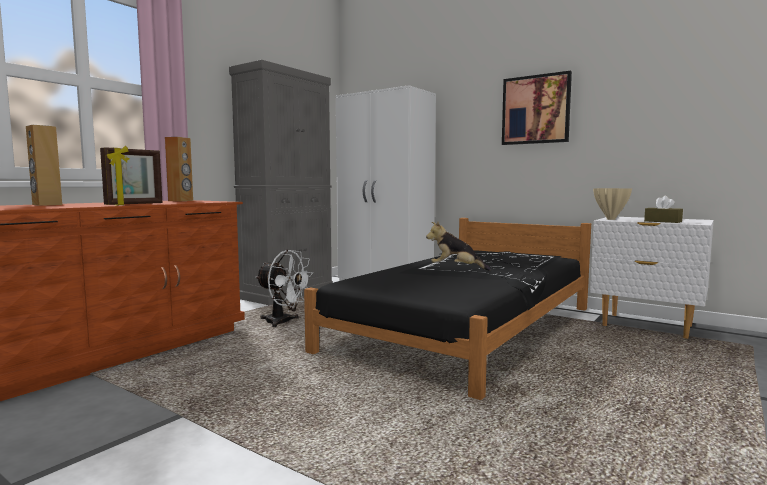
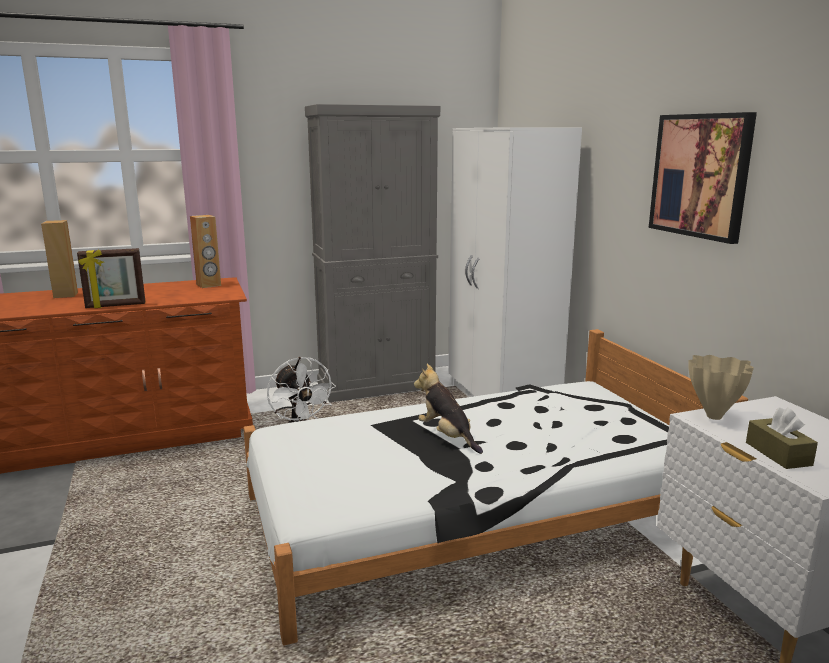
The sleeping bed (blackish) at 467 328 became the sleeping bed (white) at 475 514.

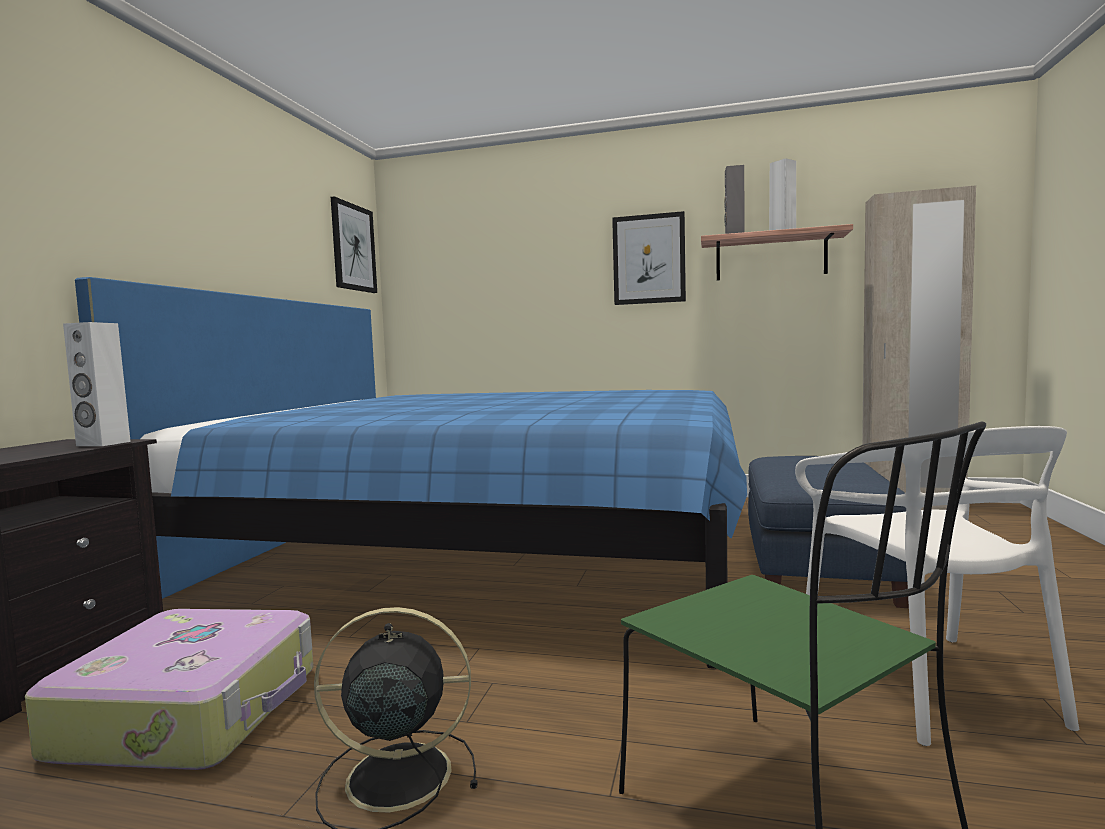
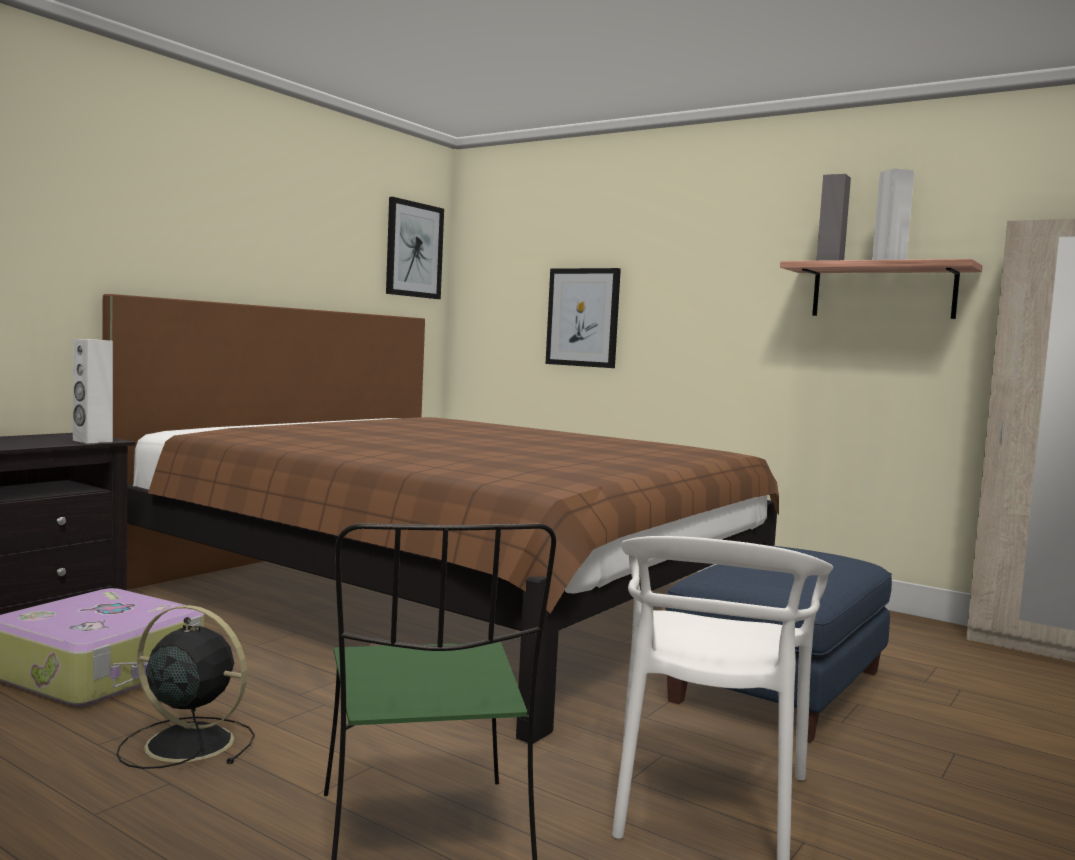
The wall picture moved from 649 259 to 583 317.
The sleeping bed (blue-coloured) at 482 551 became the sleeping bed (brownish) at 450 598.

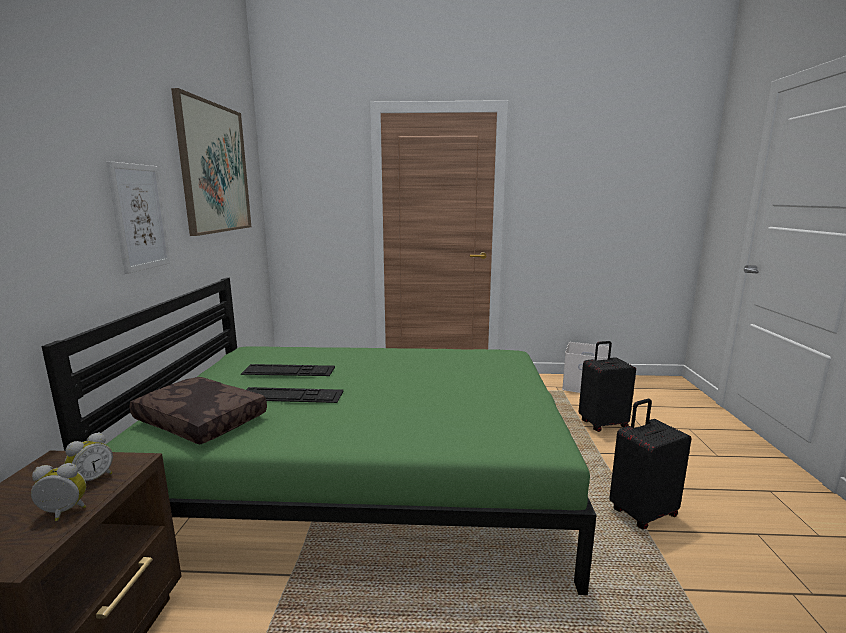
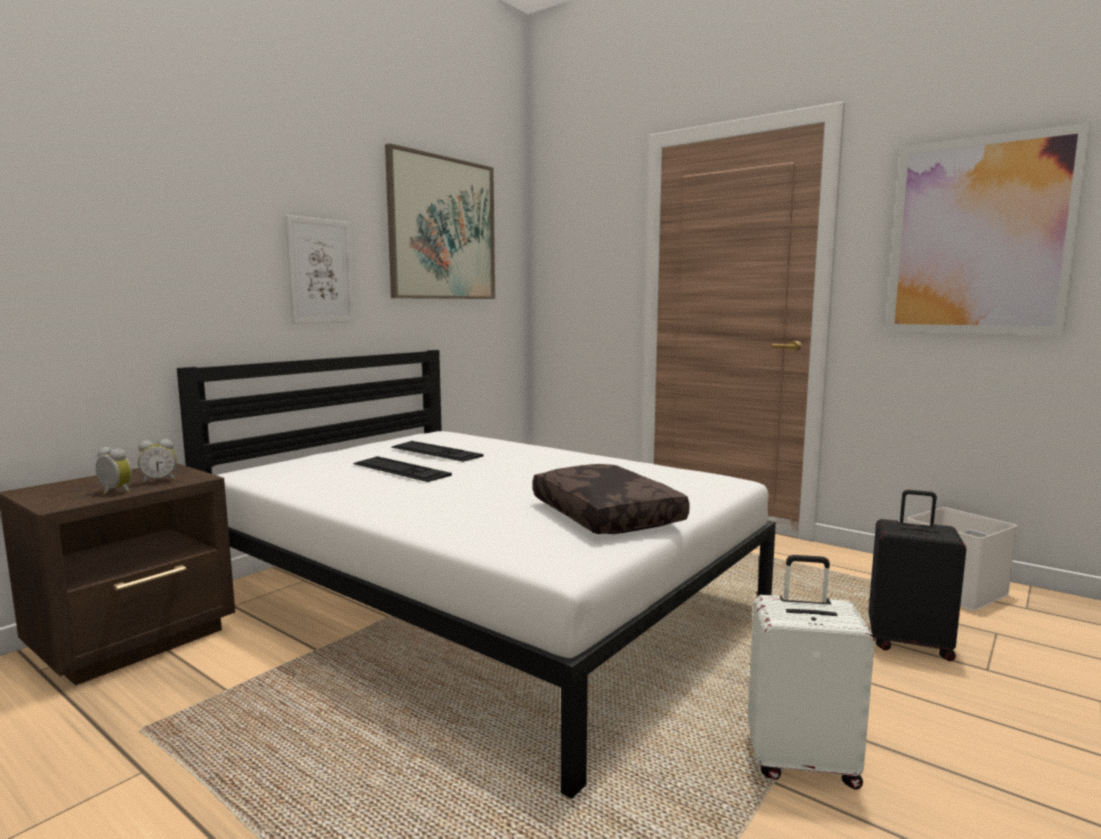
The sleeping bed (green-coloured) at 363 480 became the sleeping bed (white) at 480 601.
The cushion (brownish) moved from 198 421 to 603 515.
The piece of luggage (blackish) at 642 512 became the piece of luggage (white) at 801 761.
The wall picture at 979 237 appeared.

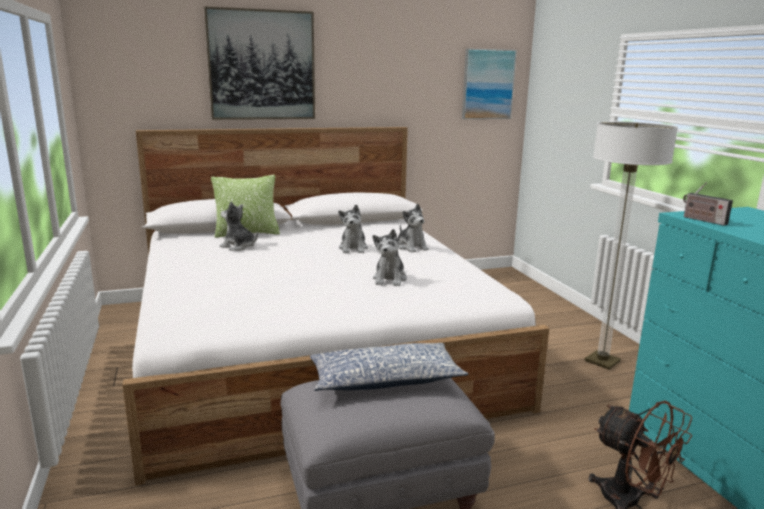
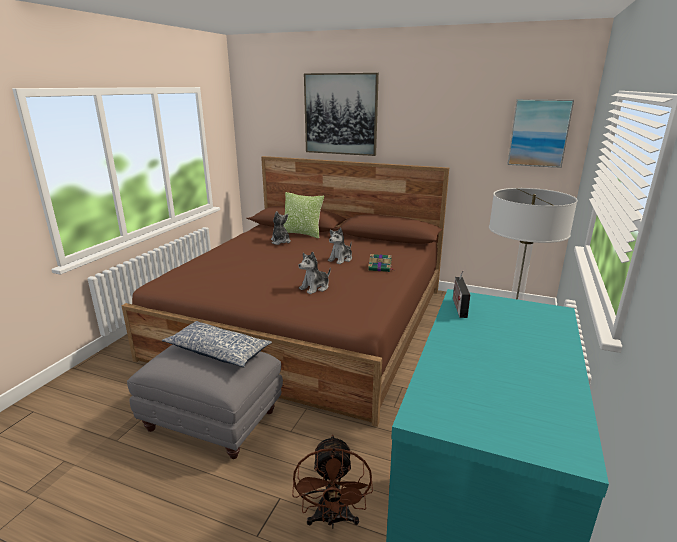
The sleeping bed (white) at 313 346 became the sleeping bed (brownish) at 308 321.
The plush toy at 411 247 was replaced by the bound book at 380 268.

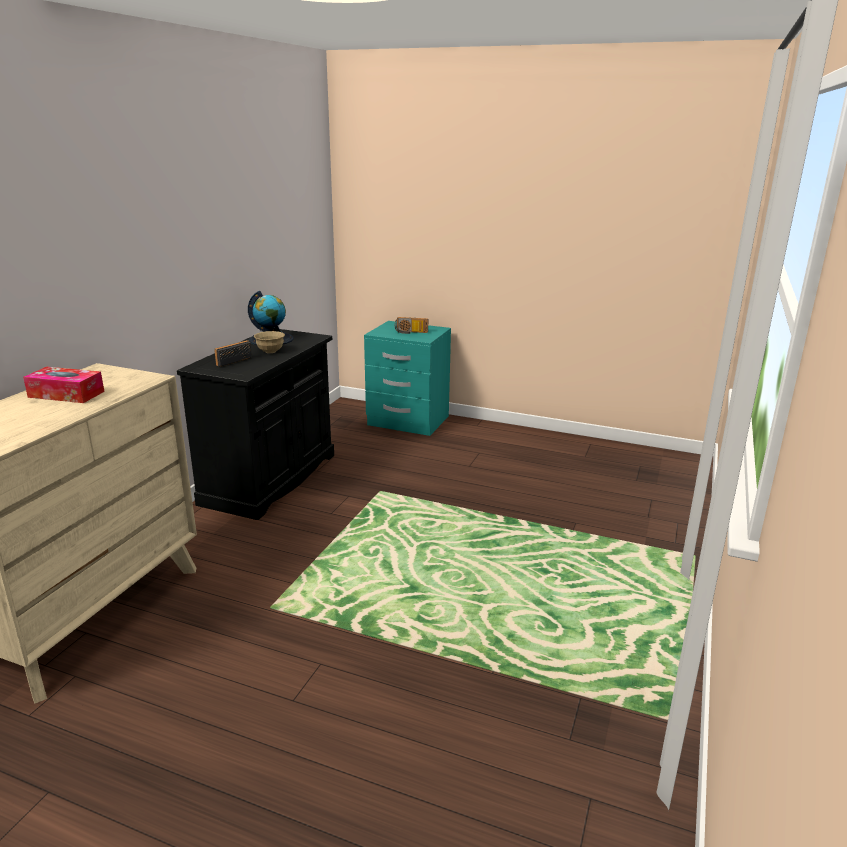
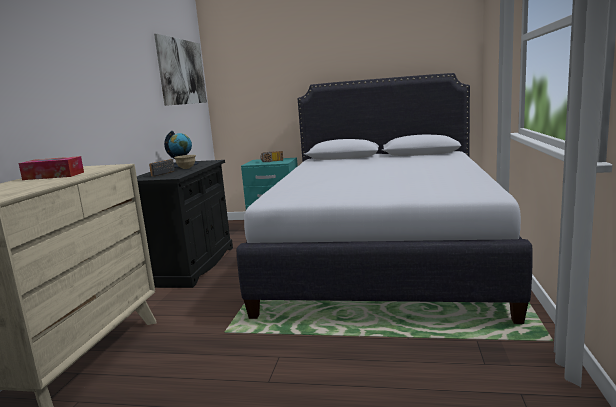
The wall picture at 182 72 appeared.
The sleeping bed (white) at 382 255 appeared.

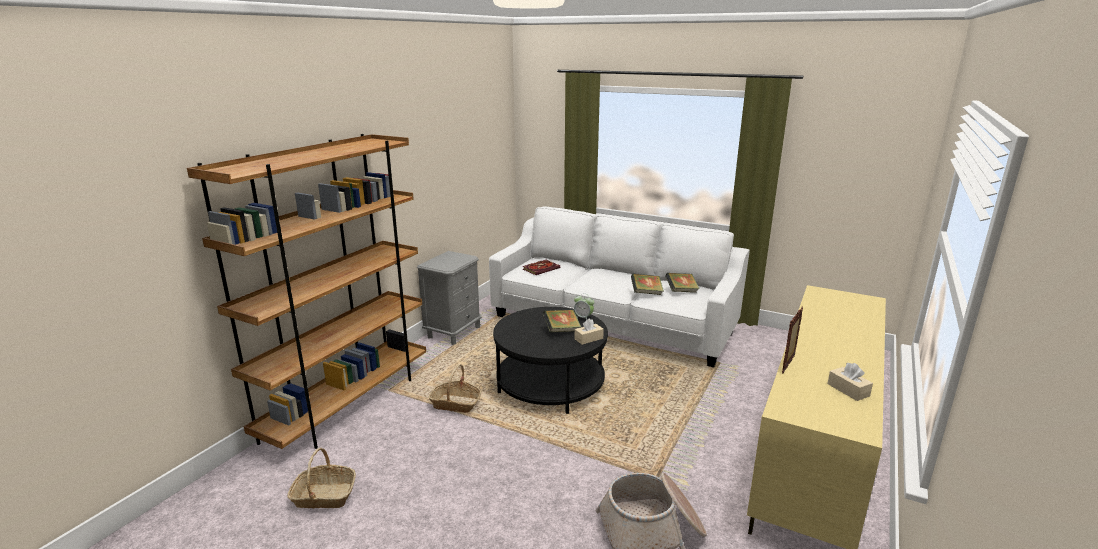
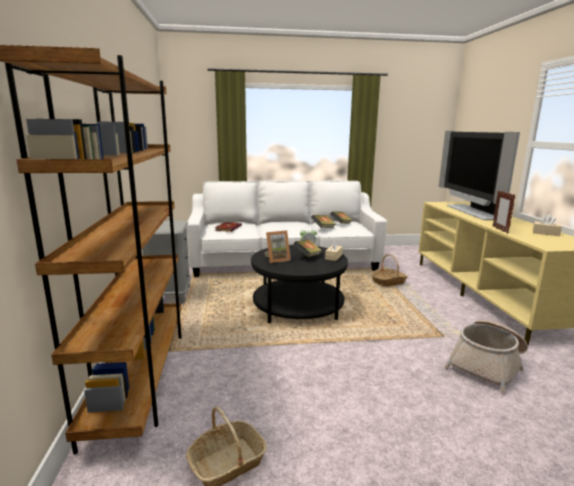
The storage basket moved from 456 404 to 388 282.
The television at 472 212 appeared.
The photo frame at 277 259 appeared.

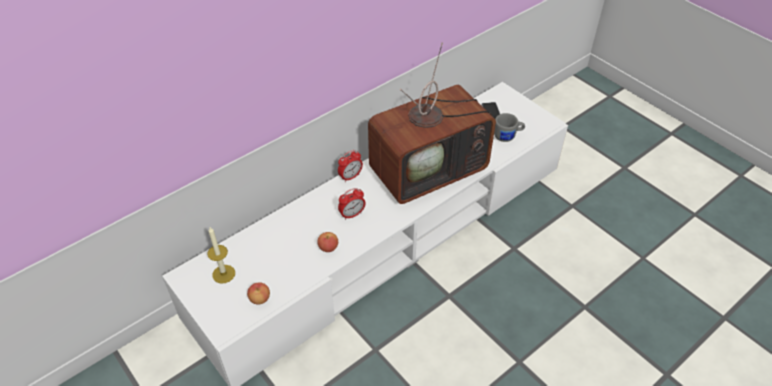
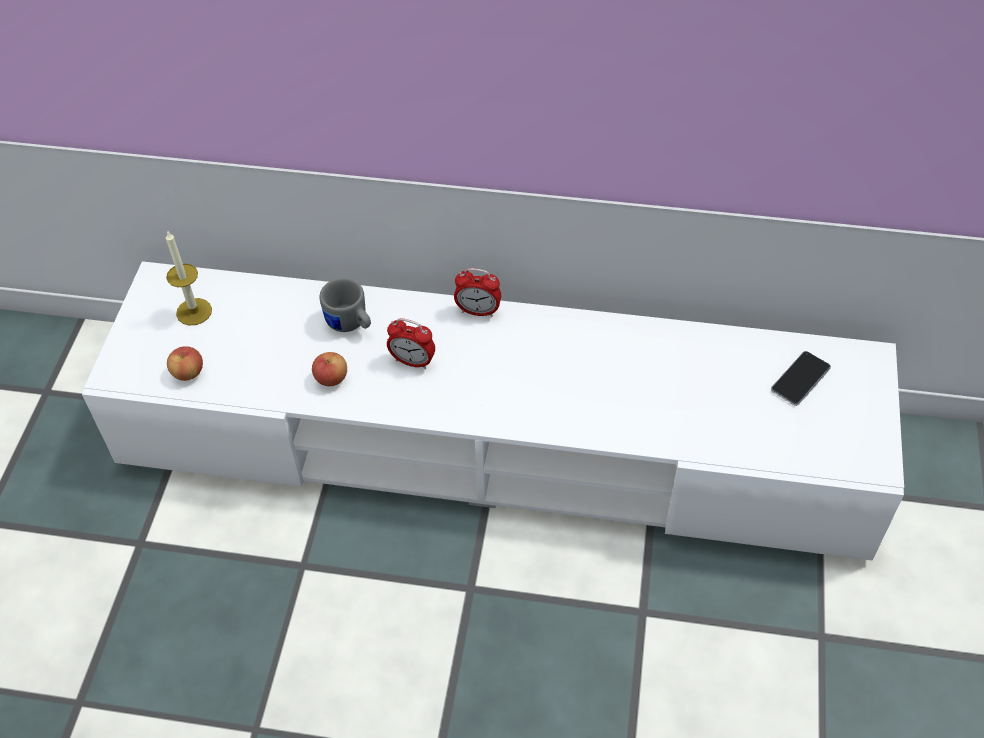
The television at 429 169 disappeared.
The coffee mug (greyish) moved from 508 136 to 350 324.

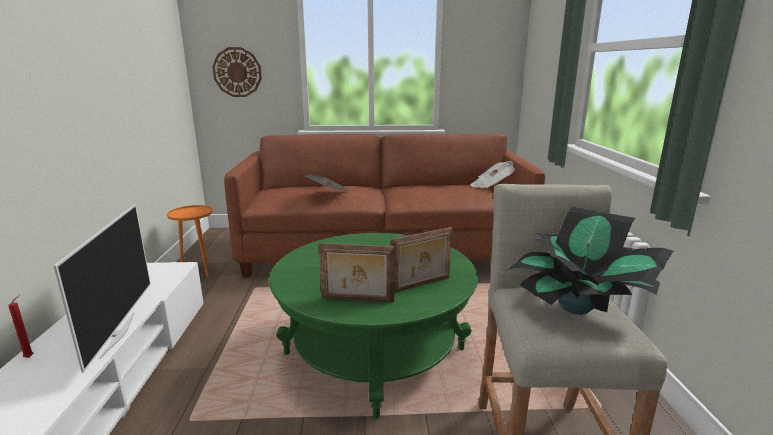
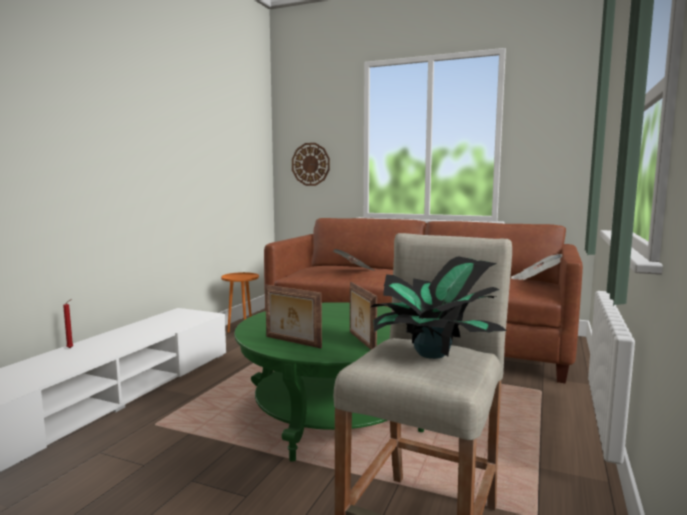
The television at 117 334 disappeared.
The photo frame at 421 285 turned 75 degrees clockwise.

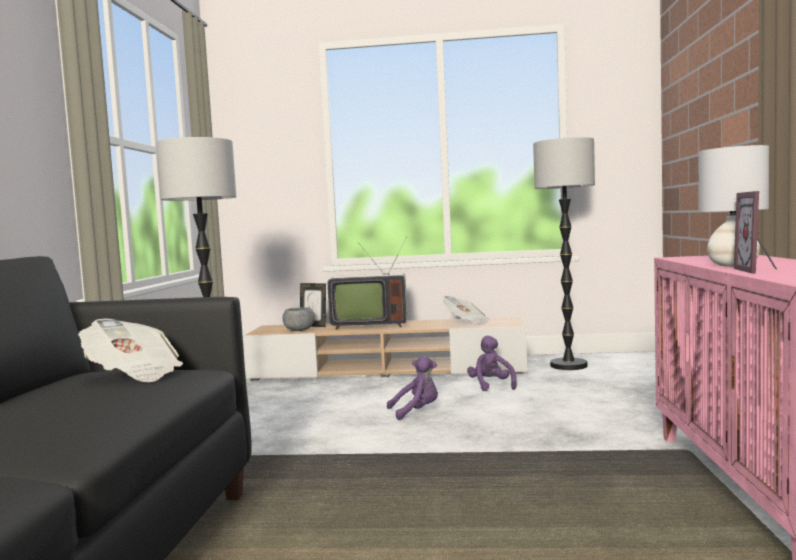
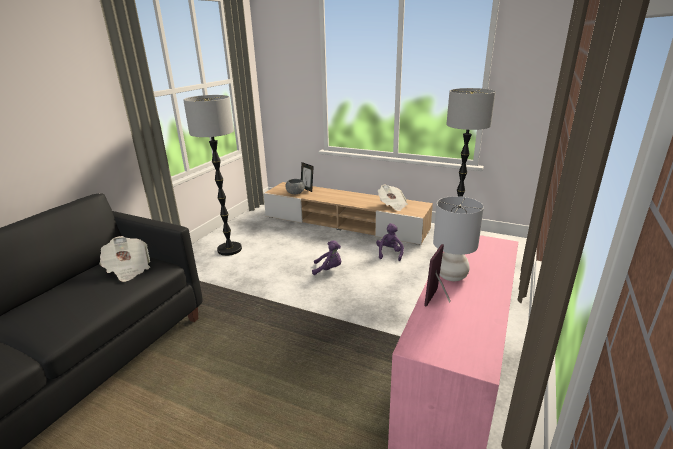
The television at 368 325 disappeared.

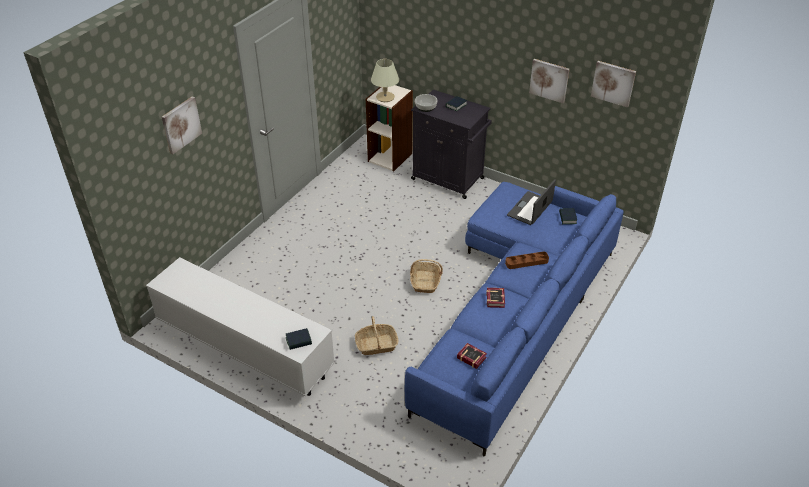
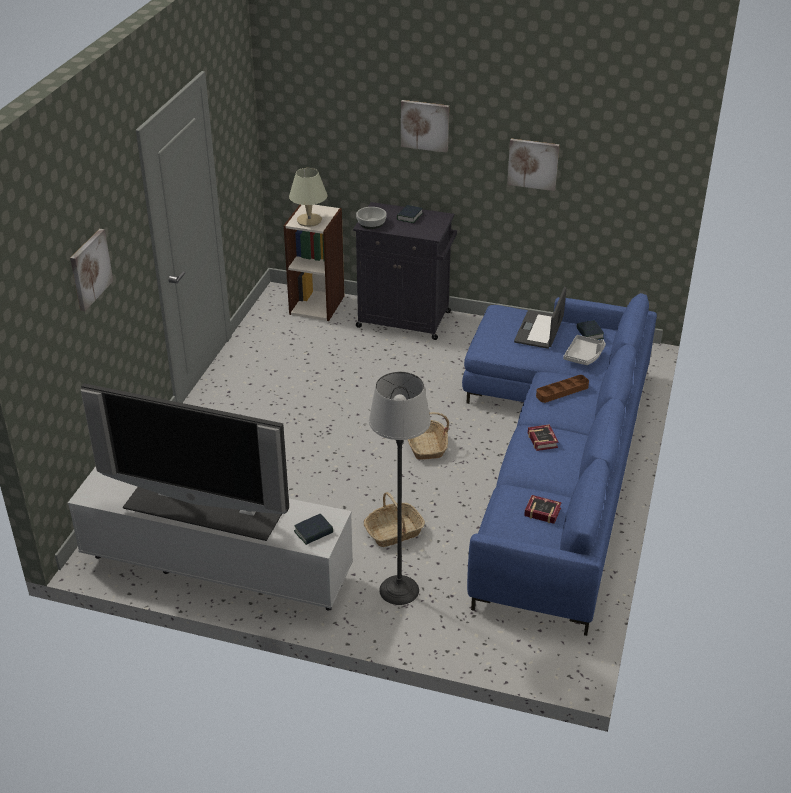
The wall picture moved from 613 83 to 425 125.
The tray (greyish) at 584 355 appeared.
The floor lamp at 398 590 appeared.
The television at 204 508 appeared.

